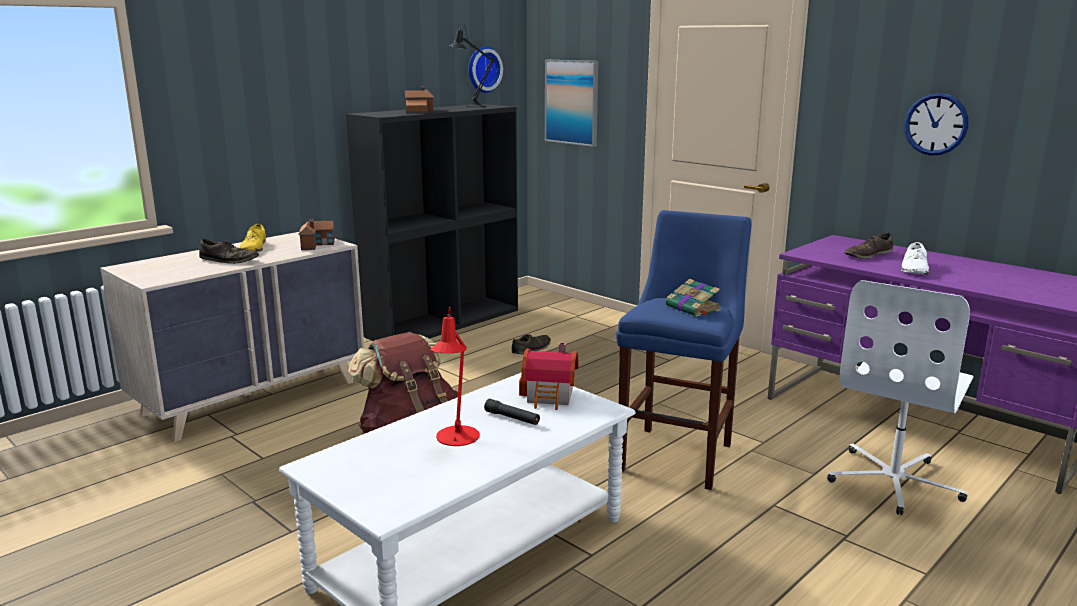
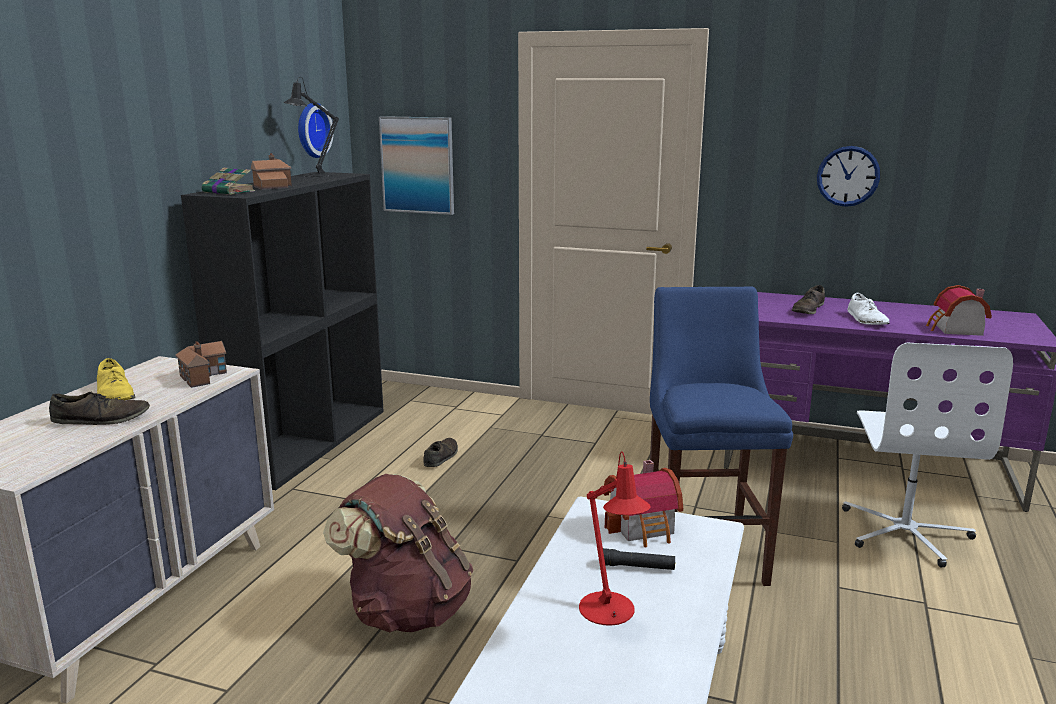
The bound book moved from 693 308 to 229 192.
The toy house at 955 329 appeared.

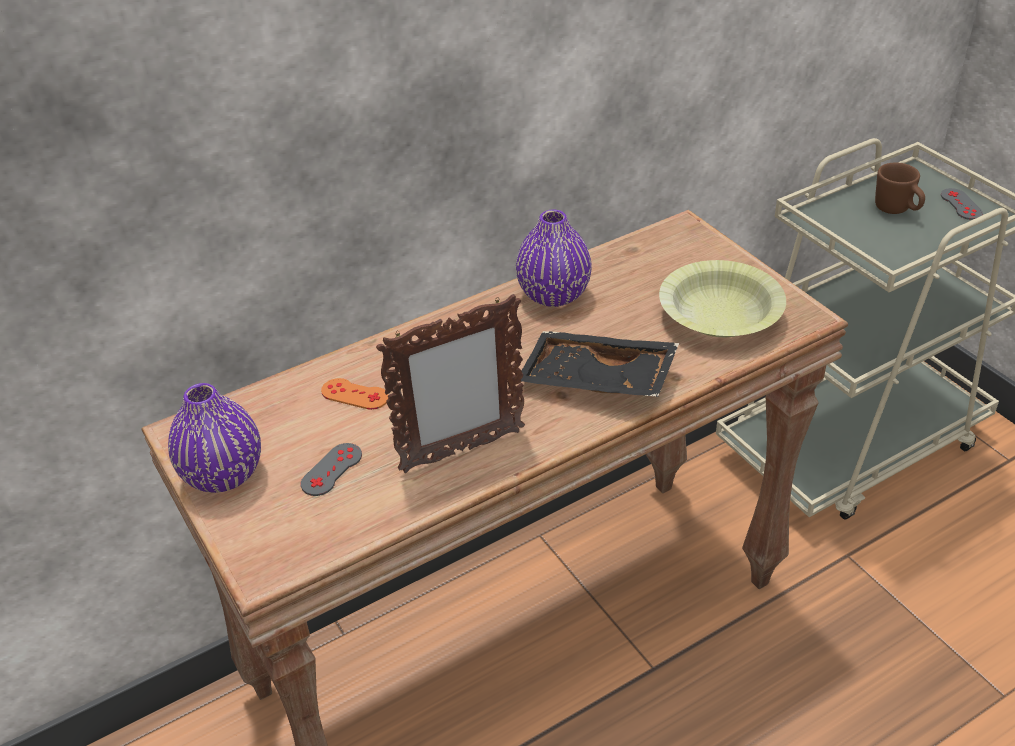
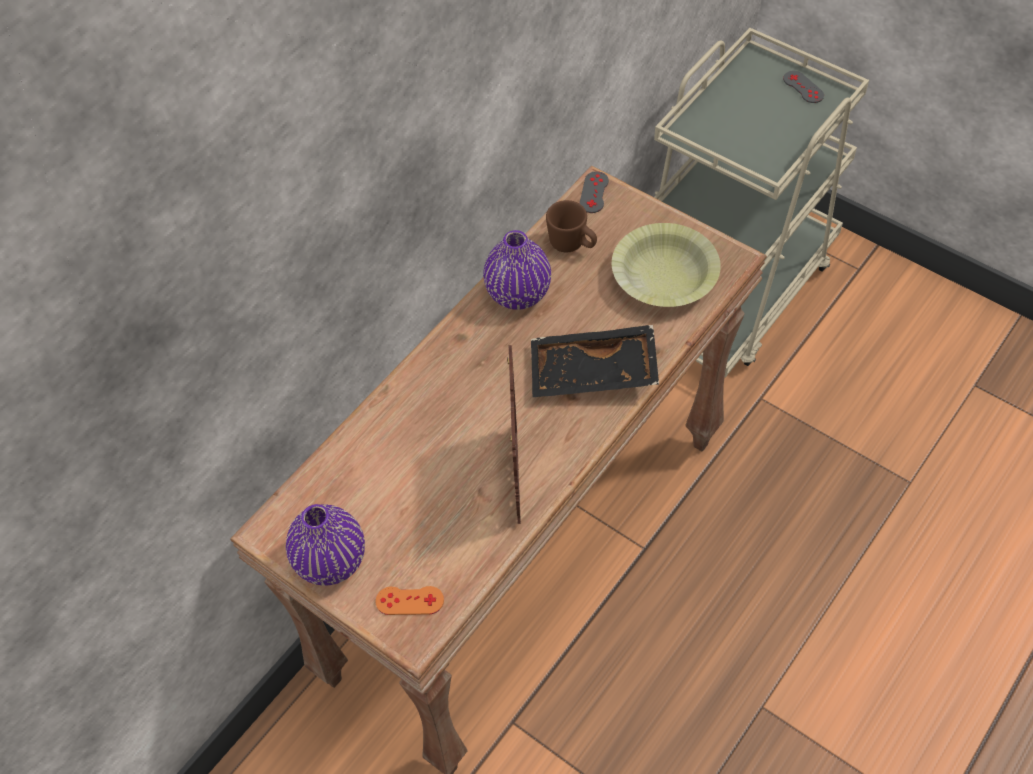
The coffee mug (brownish) moved from 897 210 to 572 245.
The photo frame at 461 451 turned 45 degrees counterclockwise.
The gamepad (orange) moved from 355 394 to 409 601.
The gamepad (greyish) moved from 331 469 to 594 192.

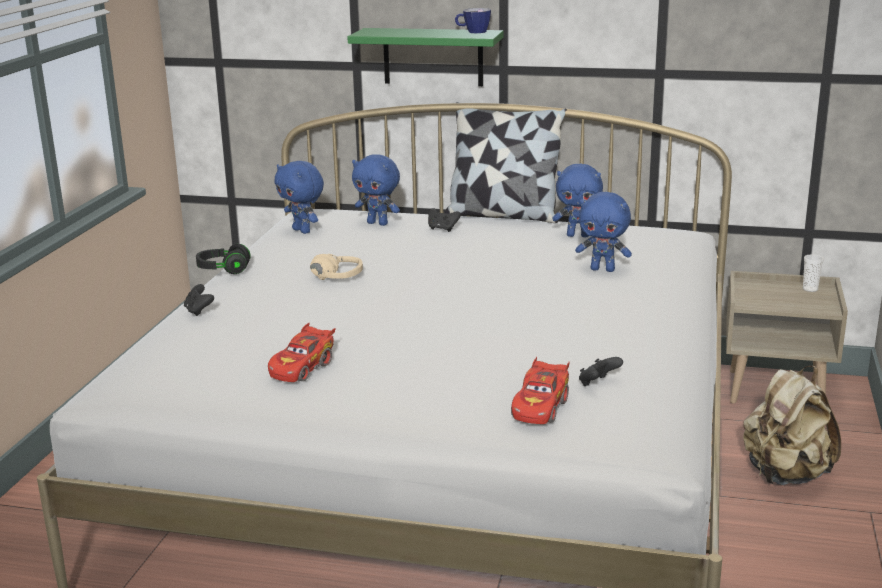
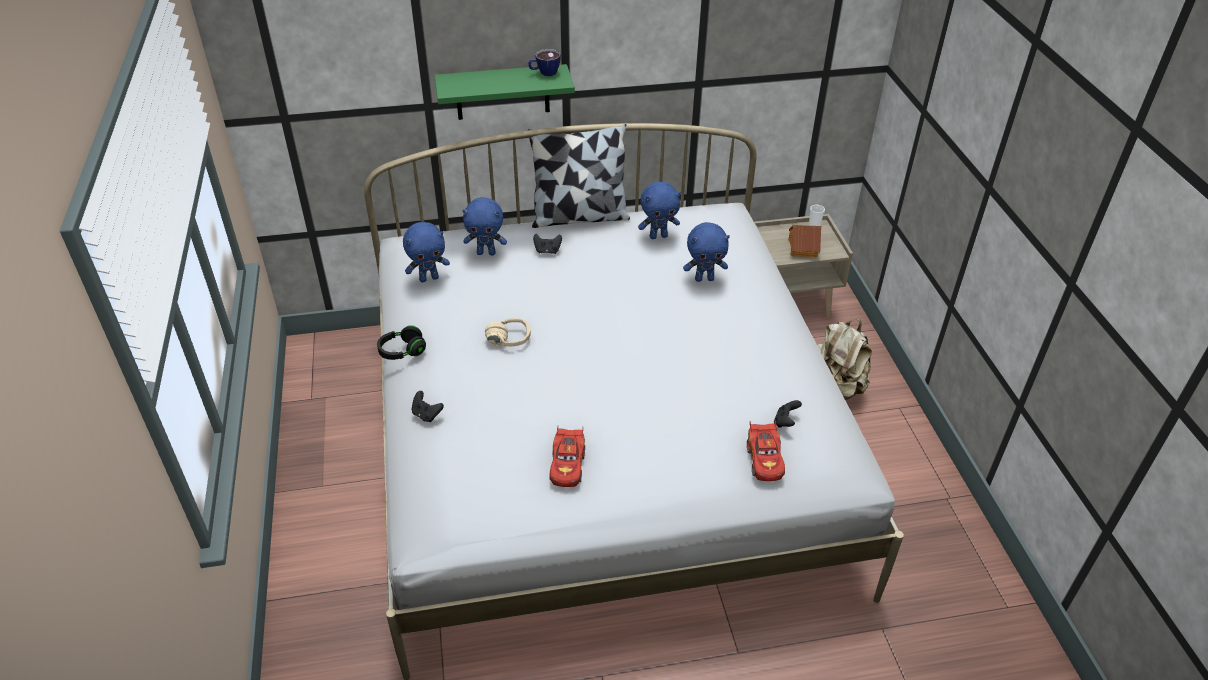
The plush toy (blue-coloured) at 302 231 turned 45 degrees counterclockwise.
The toy house at 802 248 appeared.

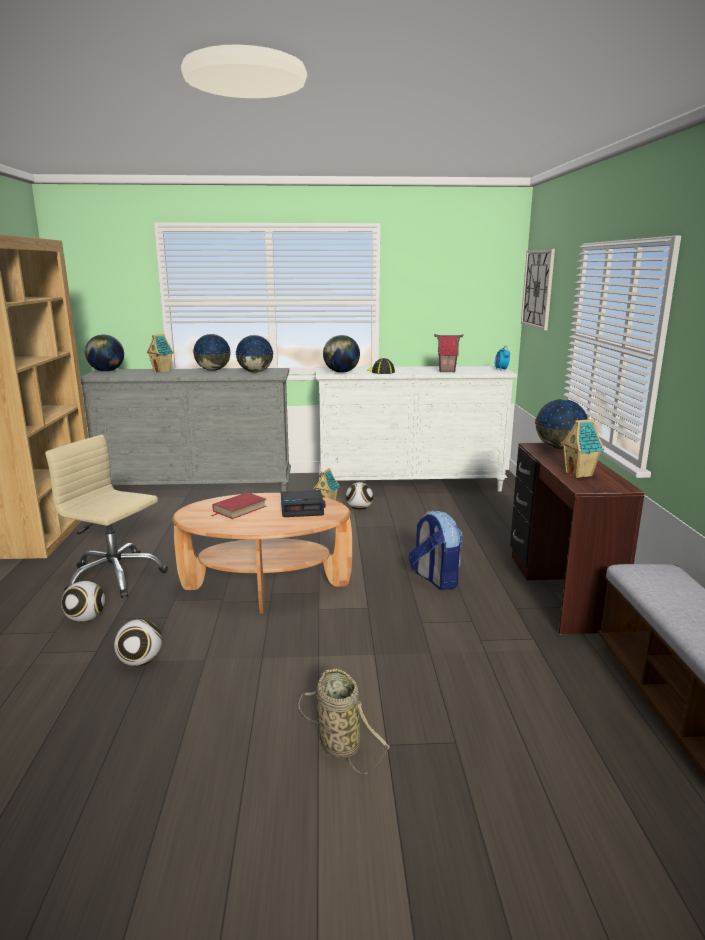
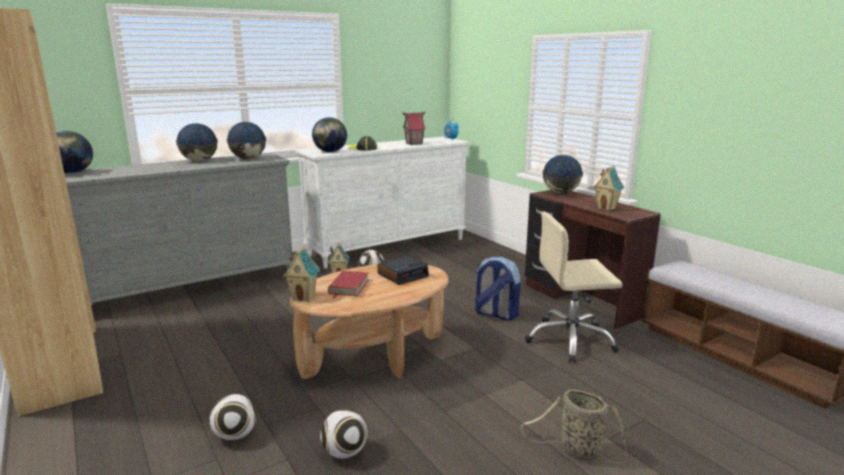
The clock on the wall at 538 288 disappeared.
The toy house moved from 162 371 to 304 297.
The desk chair (beige-coloured) moved from 115 576 to 570 340.

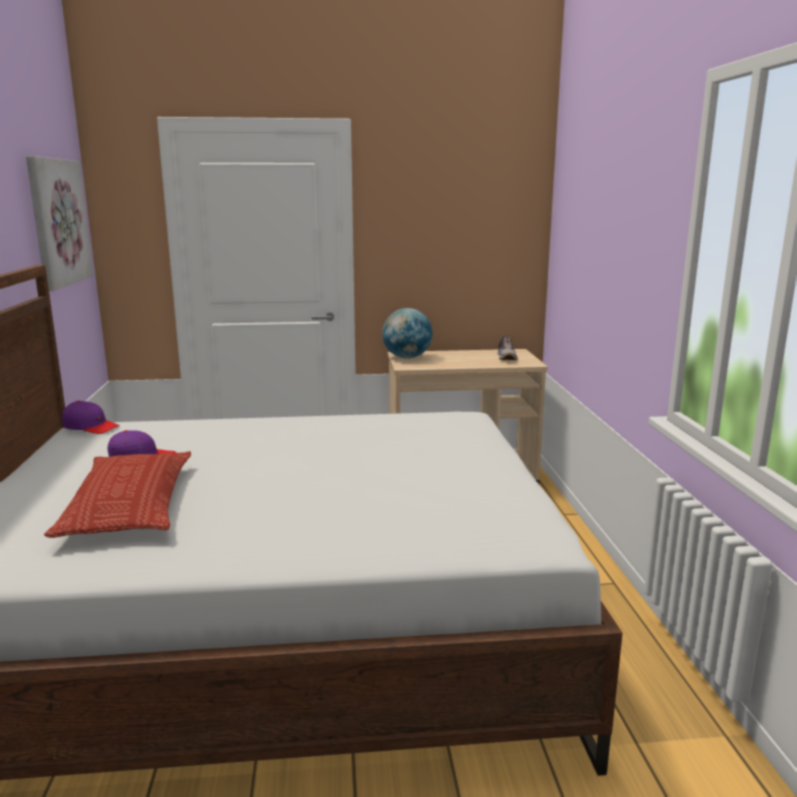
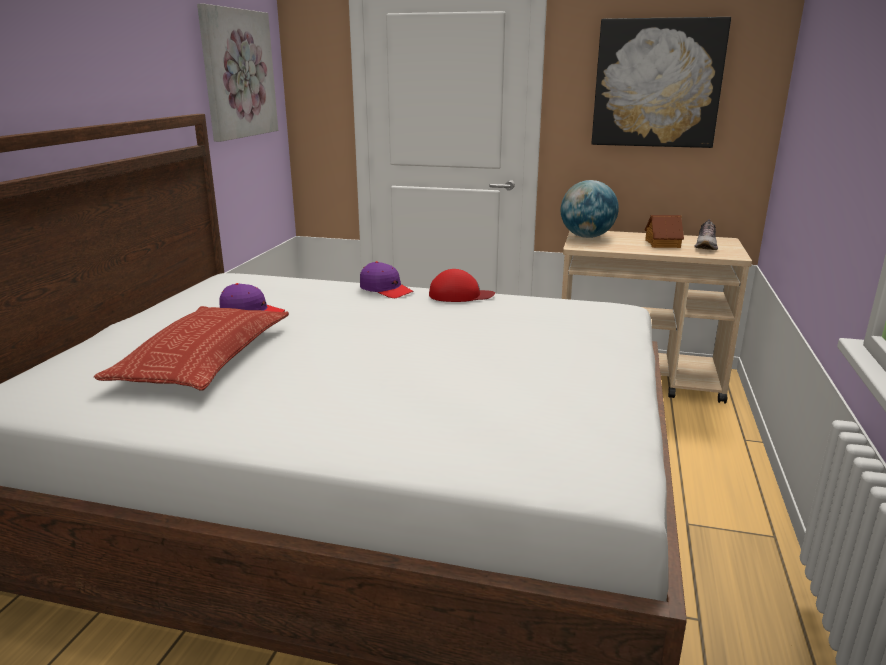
The cap (purple) moved from 91 427 to 386 290.
The wall picture at 657 83 appeared.
The toy house at 663 244 appeared.
The cap (red) at 460 295 appeared.

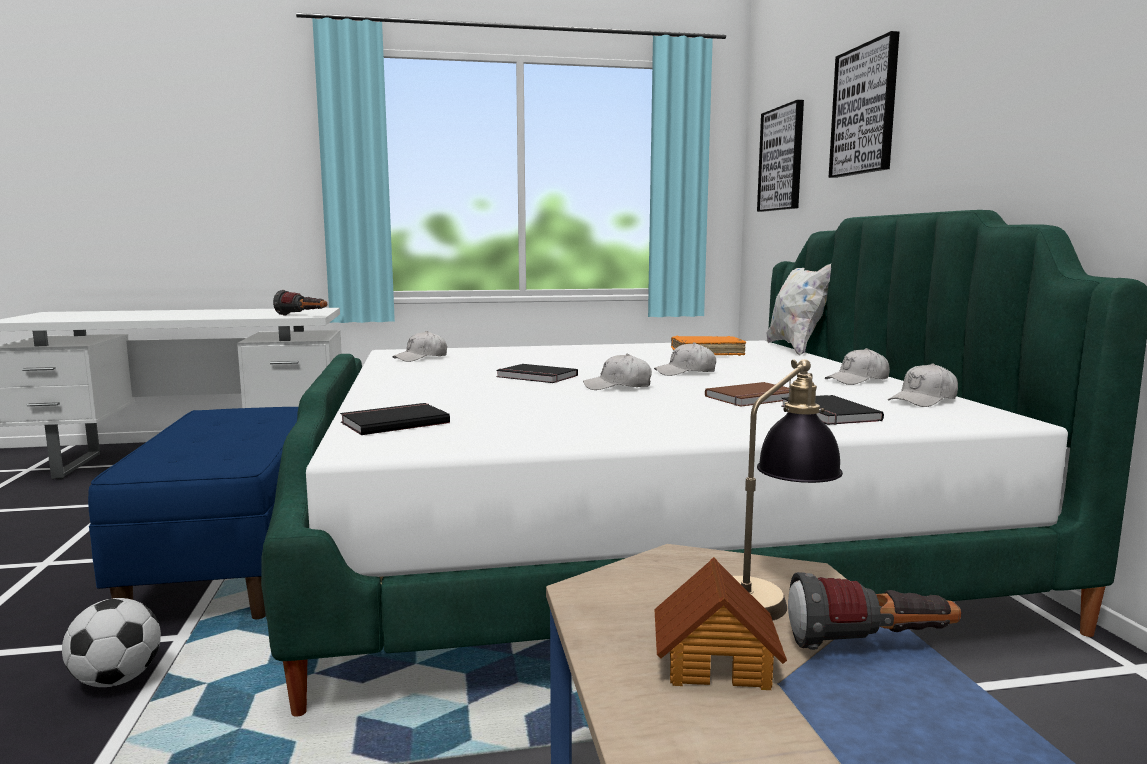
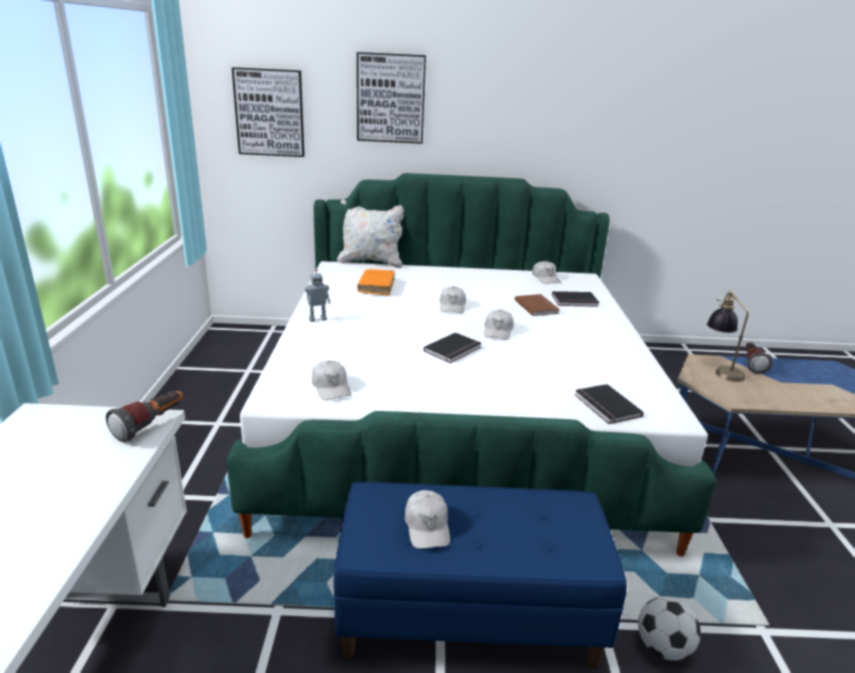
The cap (white) moved from 857 380 to 427 526.
The toy house at 716 661 disappeared.
The model robot at 317 319 appeared.

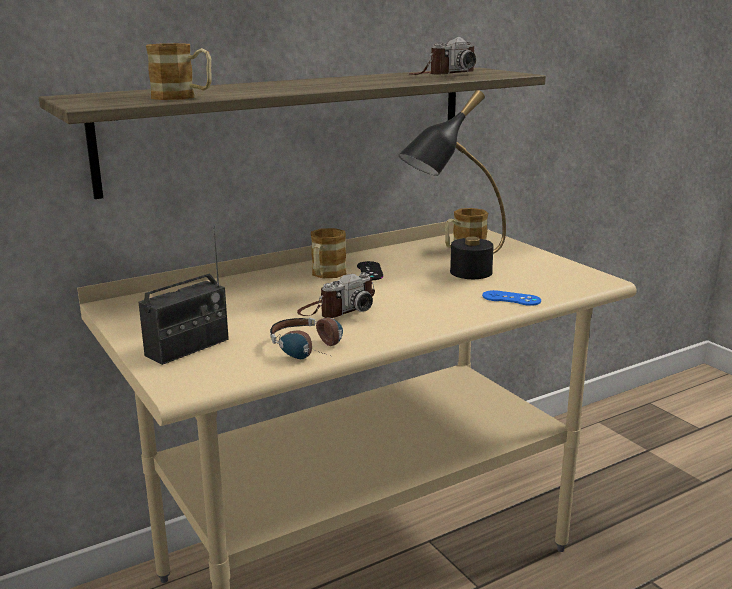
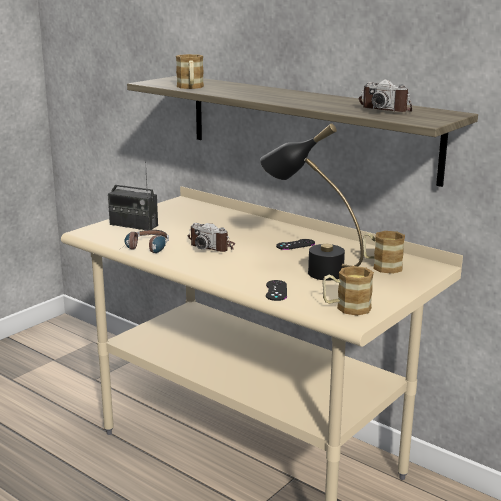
The coffee mug moved from 326 275 to 346 308.
The gamepad (blue-coloured) at 511 298 became the gamepad (blackish) at 276 290.

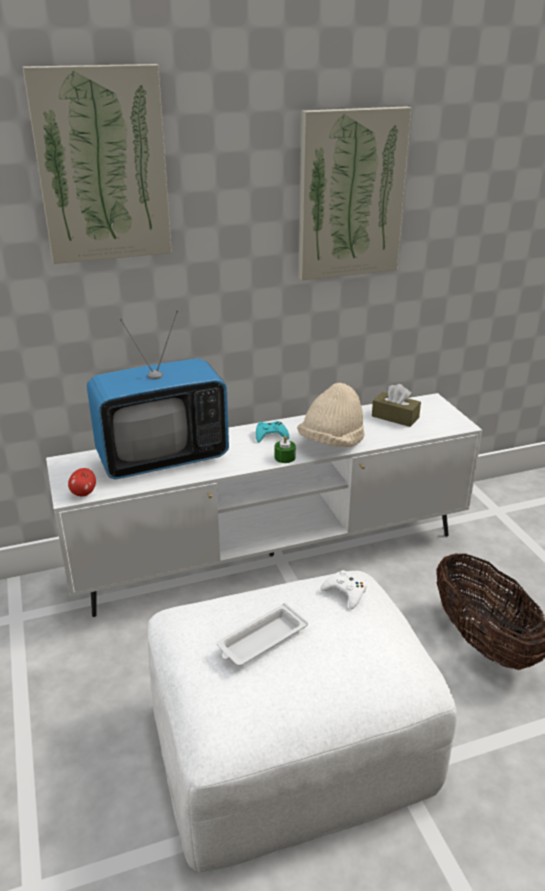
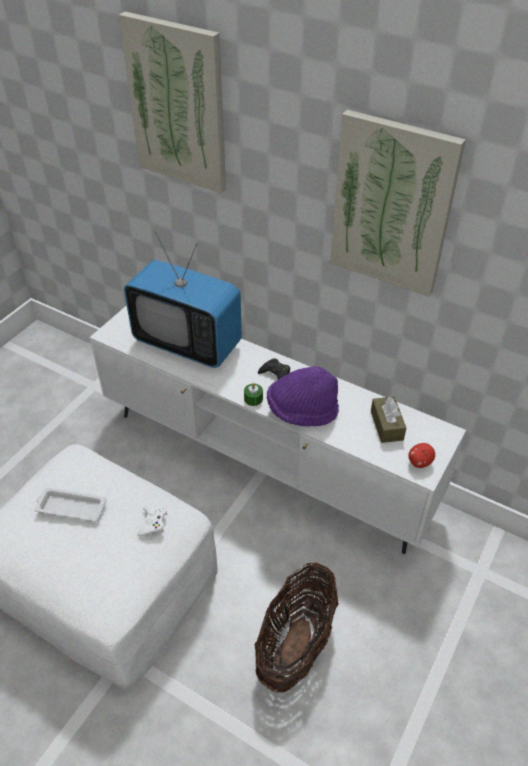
The clothing hat (beige-coloured) at 331 443 became the clothing hat (purple) at 302 411.
The gamepad (turquoise-coloured) at 271 435 became the gamepad (blackish) at 275 374.
The apple fruit moved from 83 493 to 419 462.

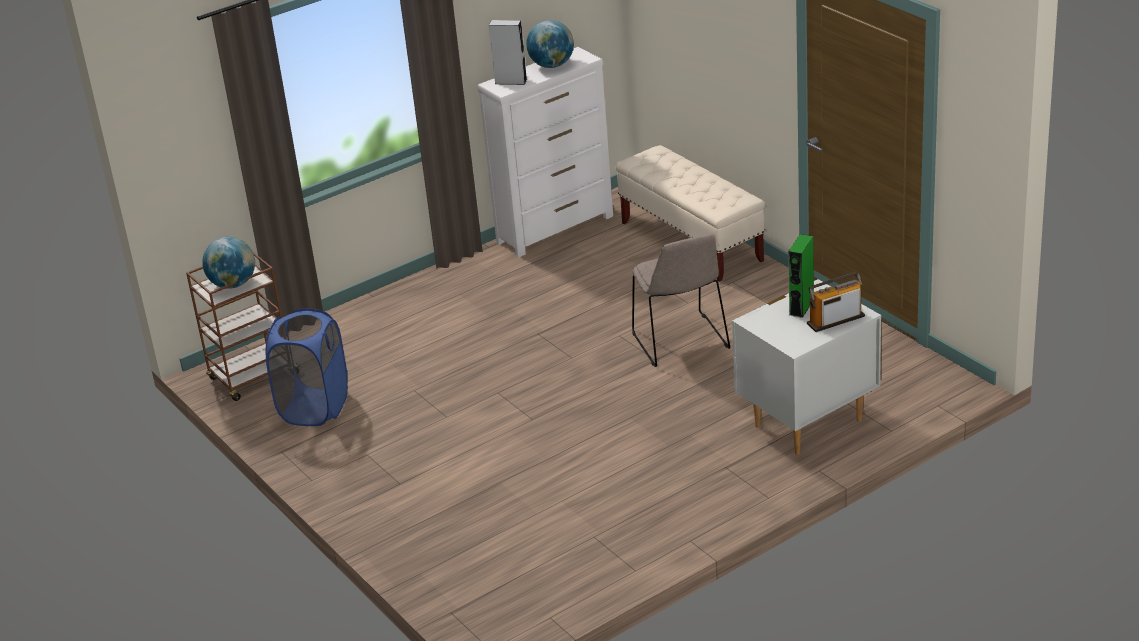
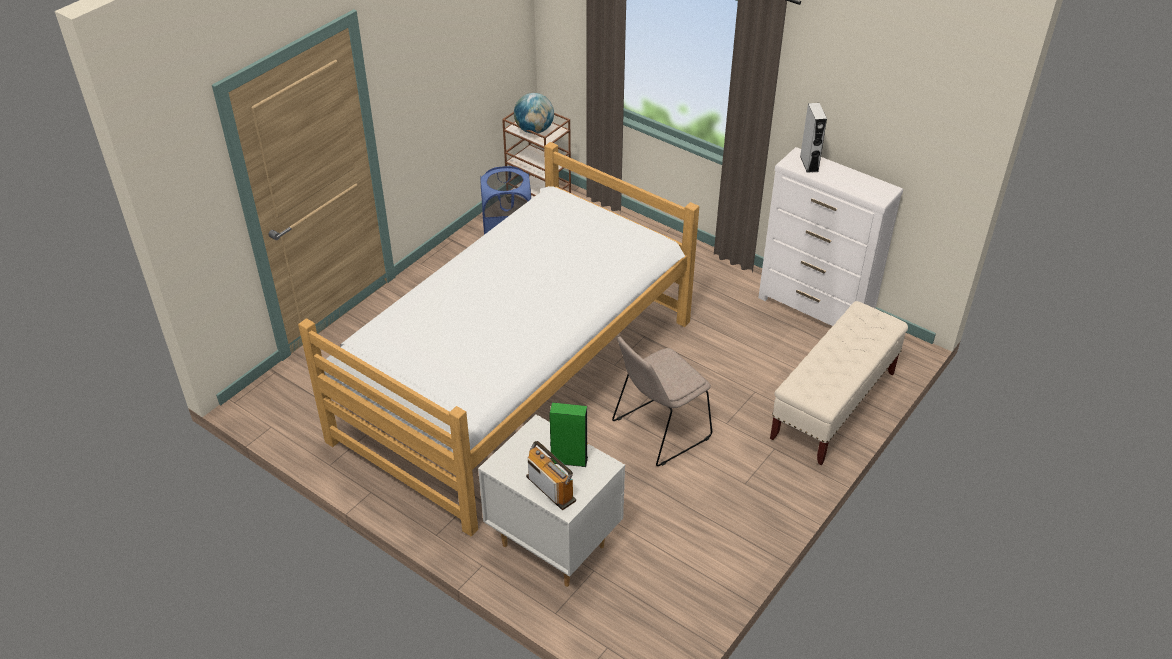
The desk globe at 552 65 disappeared.
The sleeping bed at 515 379 appeared.

